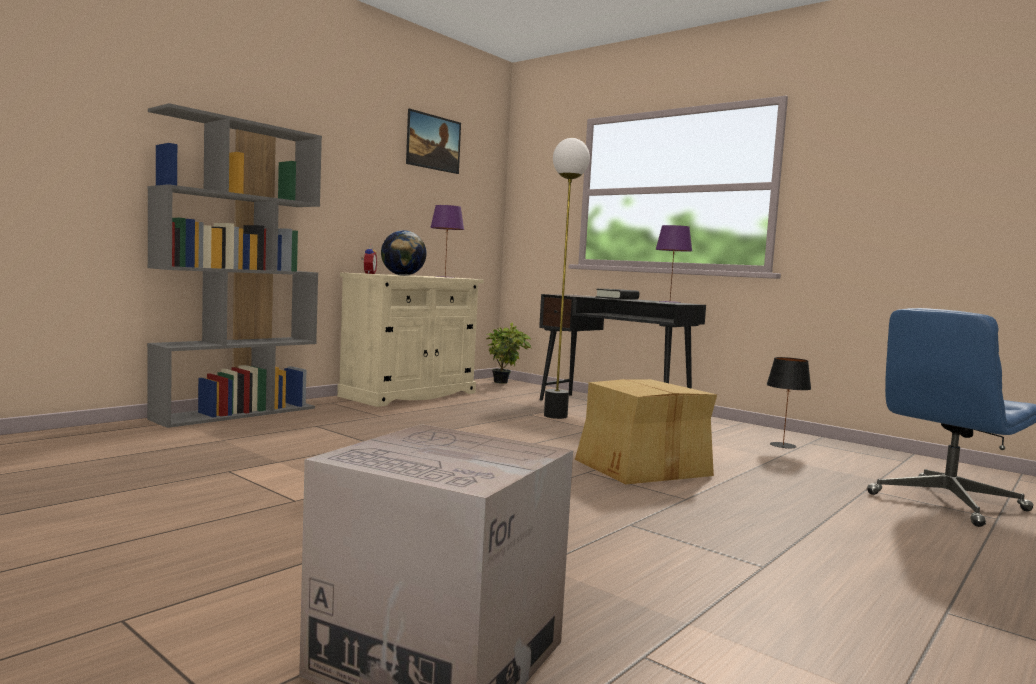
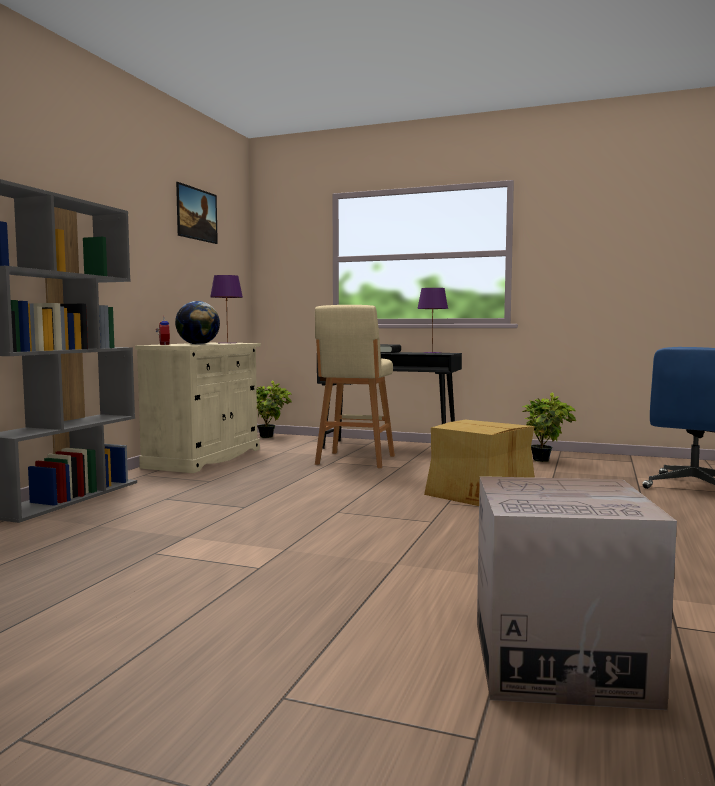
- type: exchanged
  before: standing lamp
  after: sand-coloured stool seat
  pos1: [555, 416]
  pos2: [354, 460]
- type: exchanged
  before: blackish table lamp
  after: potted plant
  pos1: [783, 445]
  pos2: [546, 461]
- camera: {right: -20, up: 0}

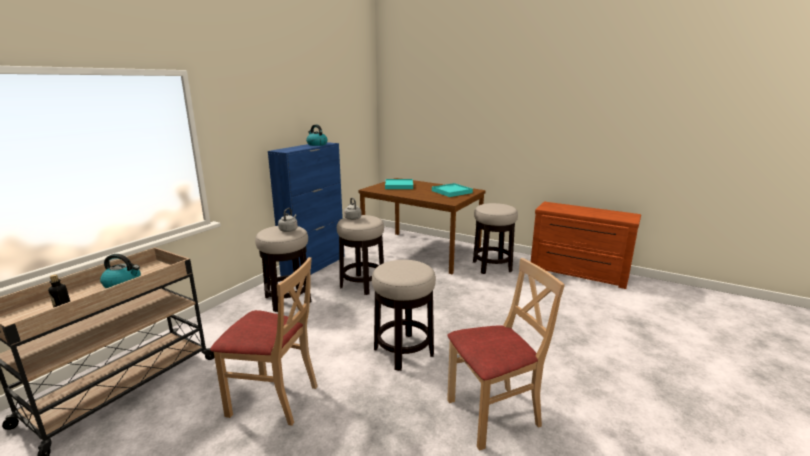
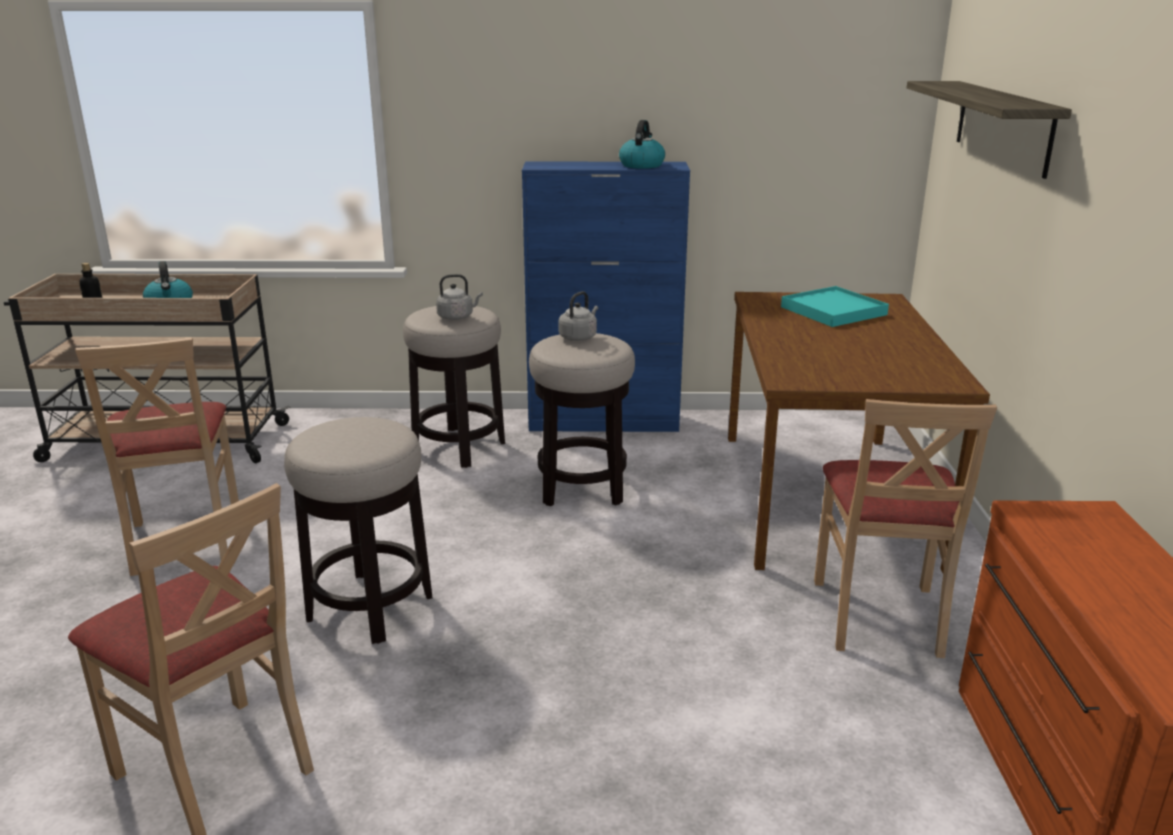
- type: missing
  before: turquoise serving tray
  pos1: [452, 192]
- type: exchanged
  before: stool seat
  after: sand-coloured upright chair
  pos1: [492, 267]
  pos2: [879, 616]
- type: appeared
  after: wall shelf
  pos2: [1003, 126]
- camera: {right: 60, up: 5}

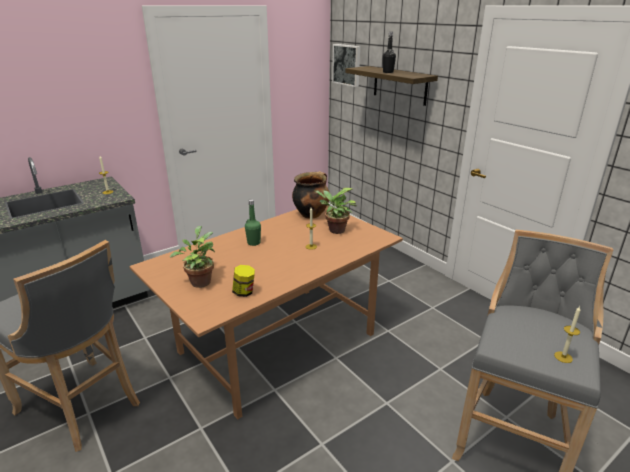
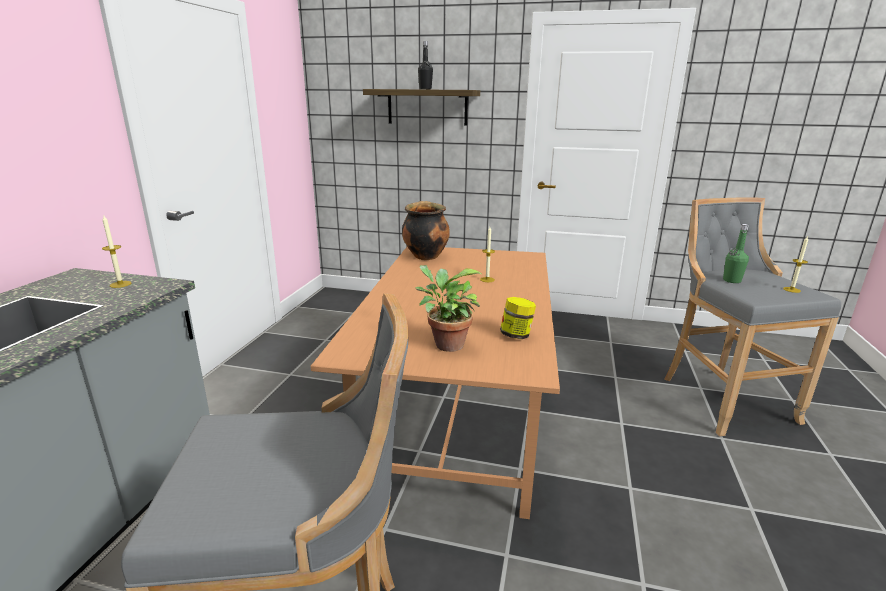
- type: missing
  before: wall art
  pos1: [347, 65]
- type: missing
  before: potted plant
  pos1: [334, 230]
- type: relocated
  before: greenish beverage bottle
  pos1: [254, 243]
  pos2: [731, 280]
- camera: {right: -40, up: -5}

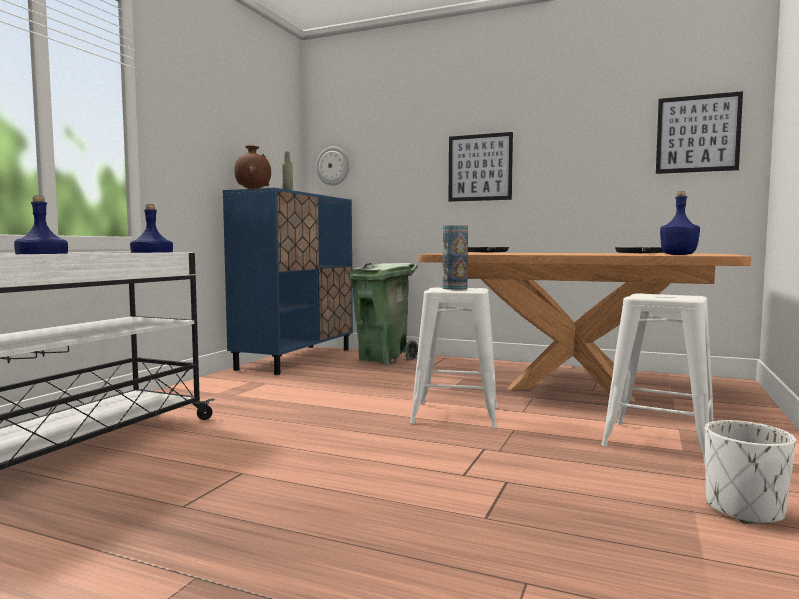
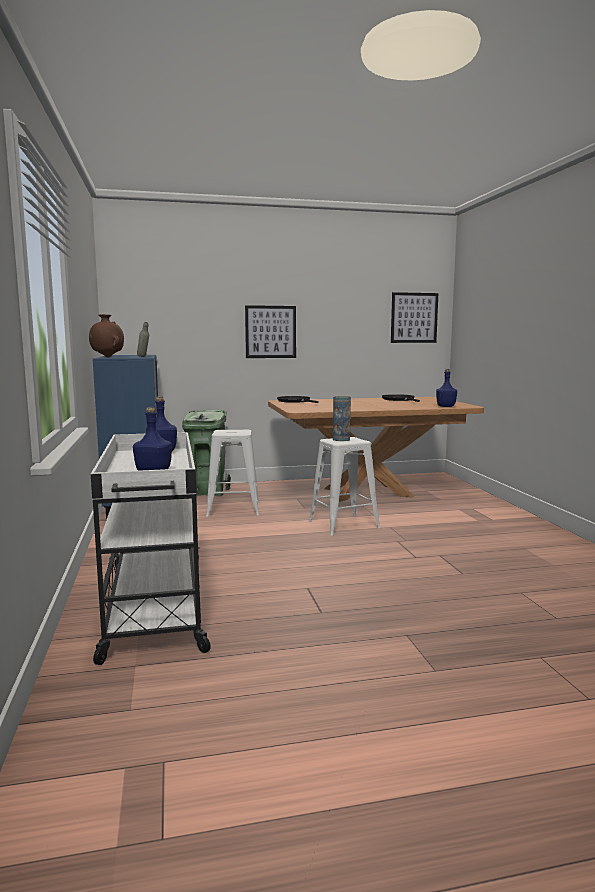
- type: missing
  before: wall clock
  pos1: [333, 166]
- type: relocated
  before: white stool seat
  pos1: [660, 442]
  pos2: [234, 509]
- type: missing
  before: white planter
  pos1: [744, 510]
- camera: {right: -35, up: 5}

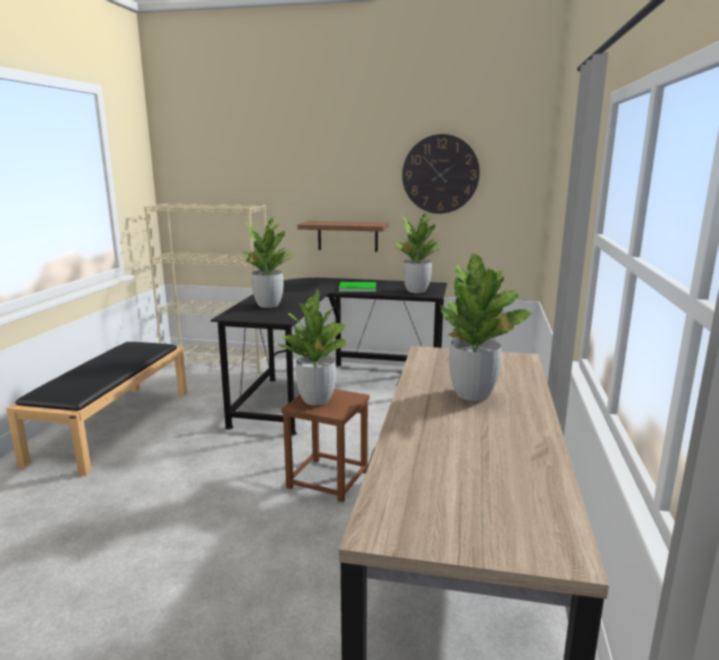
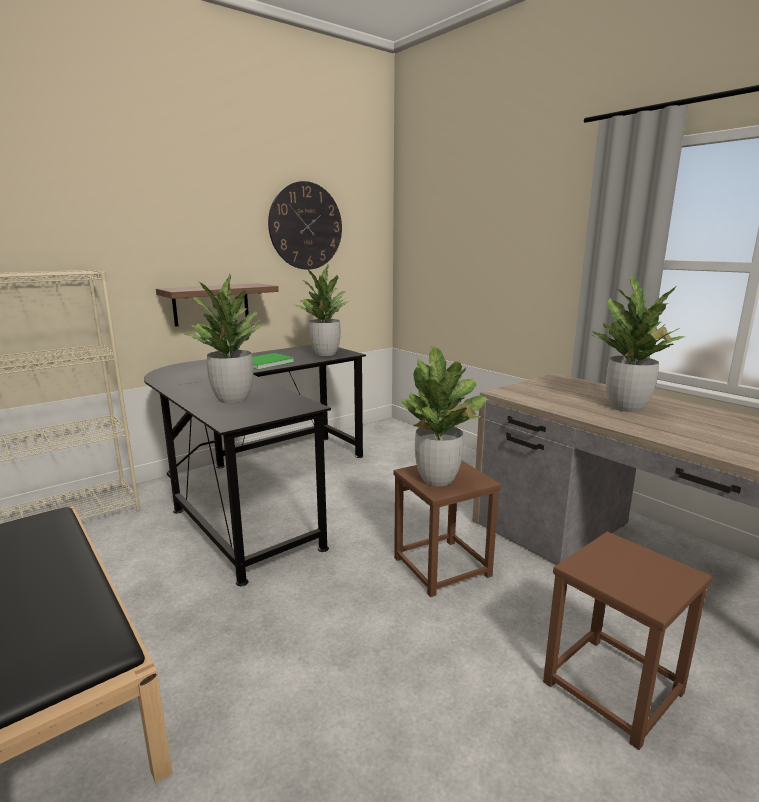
- type: appeared
  after: brown-coloured stool seat
  pos2: [611, 688]
- camera: {right: -50, up: 0}

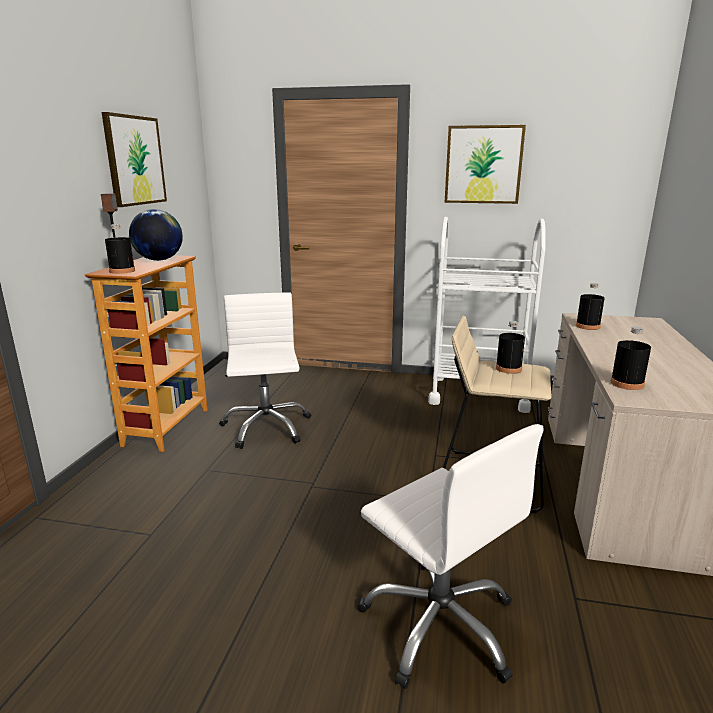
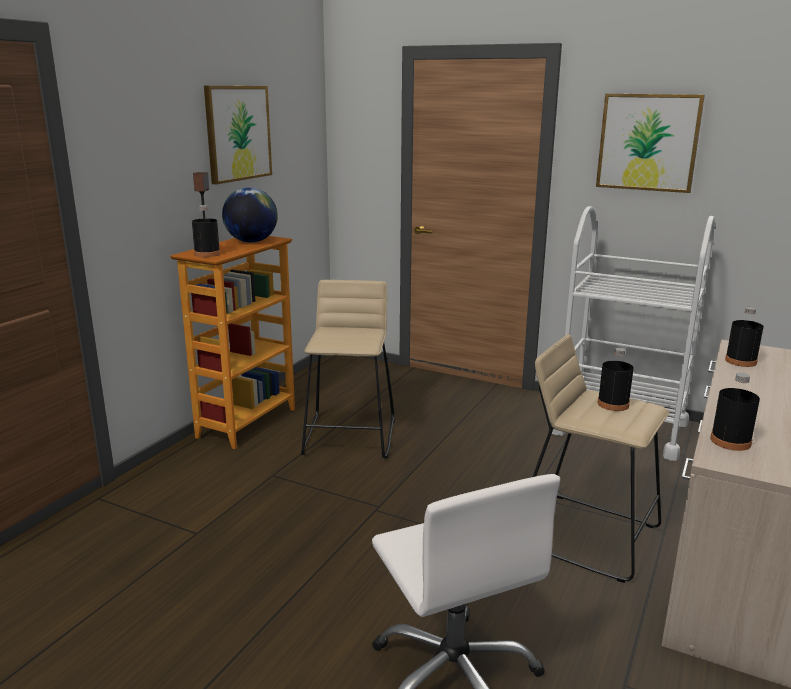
- type: exchanged
  before: white desk chair
  after: sand-coloured stool seat
  pos1: [266, 427]
  pos2: [350, 436]
- camera: {right: 15, up: 0}

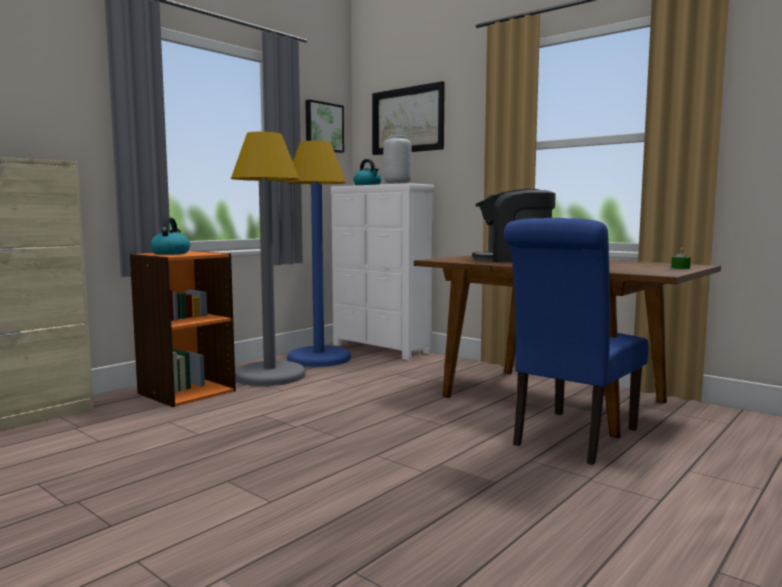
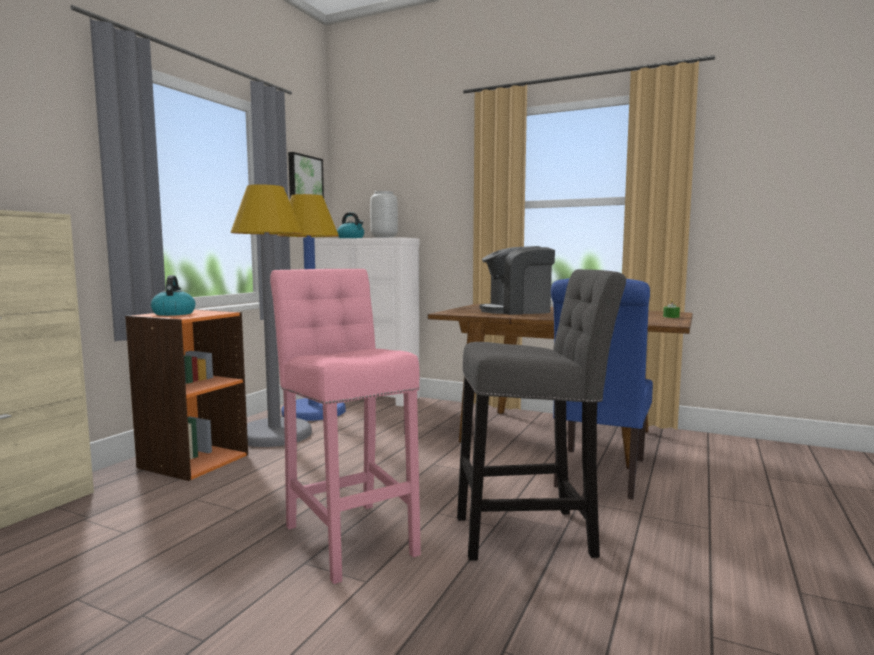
- type: missing
  before: wall art
  pos1: [407, 120]
- type: appeared
  after: pink stool seat
  pos2: [349, 535]
- type: appeared
  after: greyish stool seat
  pos2: [532, 535]
- camera: {right: -15, up: 0}

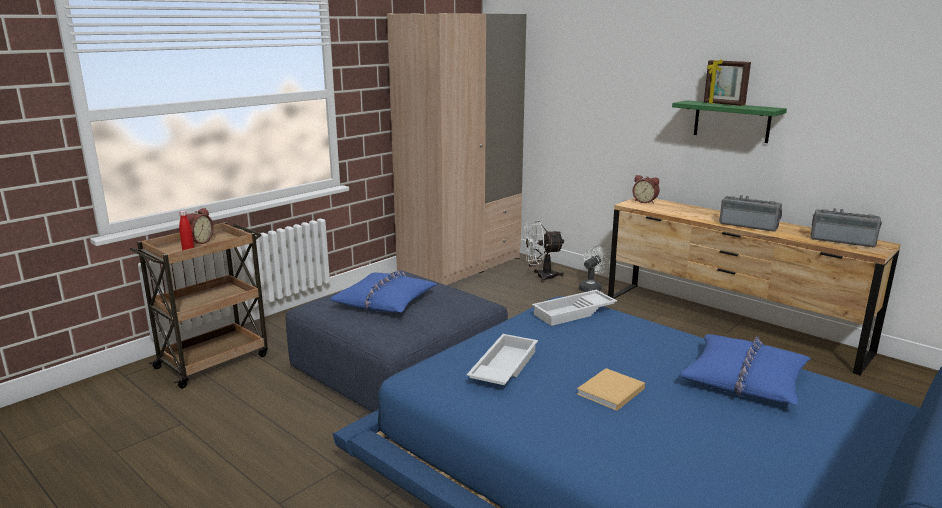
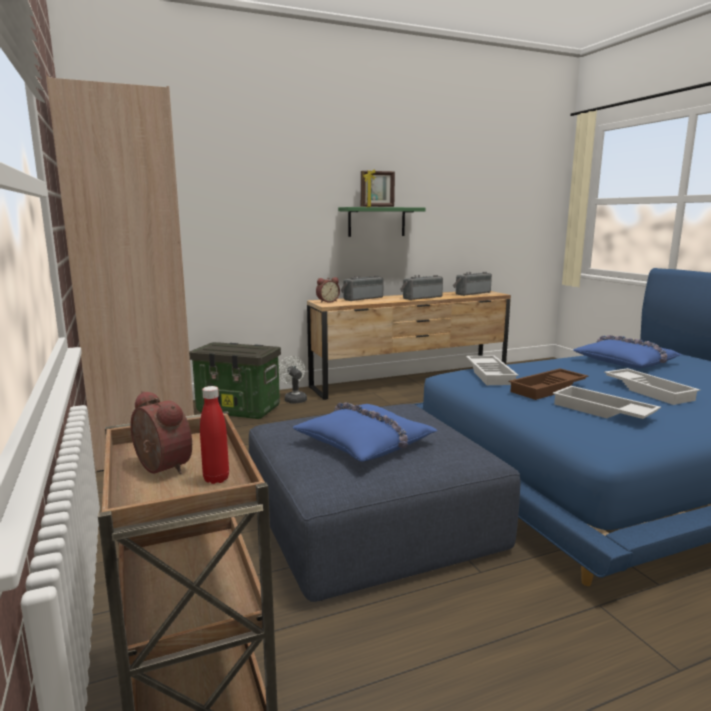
- type: exchanged
  before: white electric fan
  after: storage box
  pos1: [541, 277]
  pos2: [240, 409]
- type: exchanged
  before: sand-coloured bound book
  after: white serving tray
  pos1: [609, 392]
  pos2: [649, 391]
- type: appeared
  after: radio
  pos2: [362, 298]
- type: appeared
  after: brown-coloured serving tray
  pos2: [548, 389]
- camera: {right: -65, up: -5}

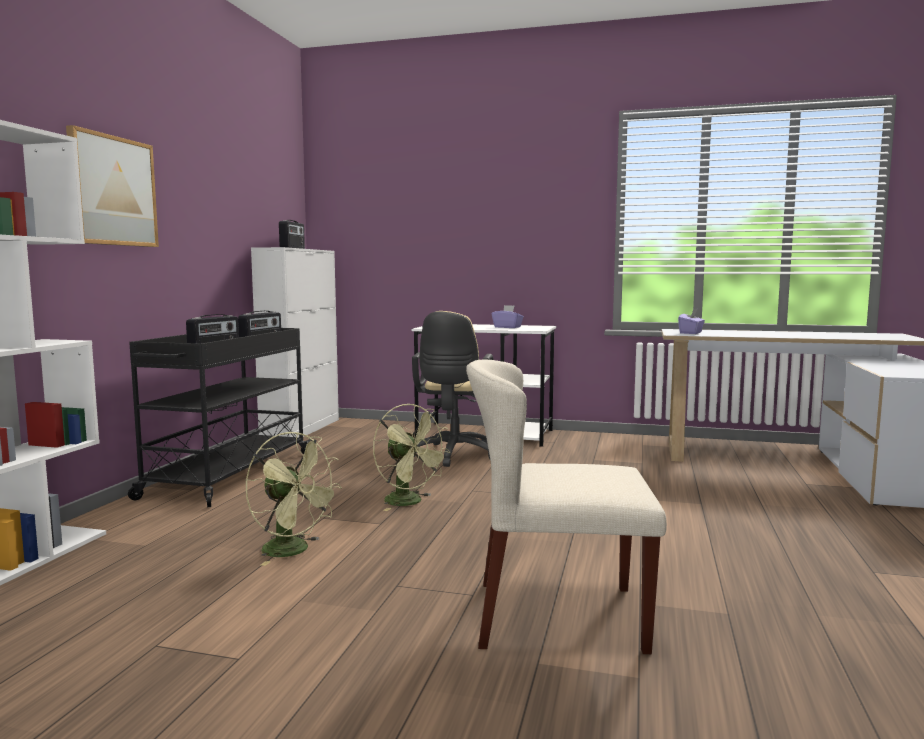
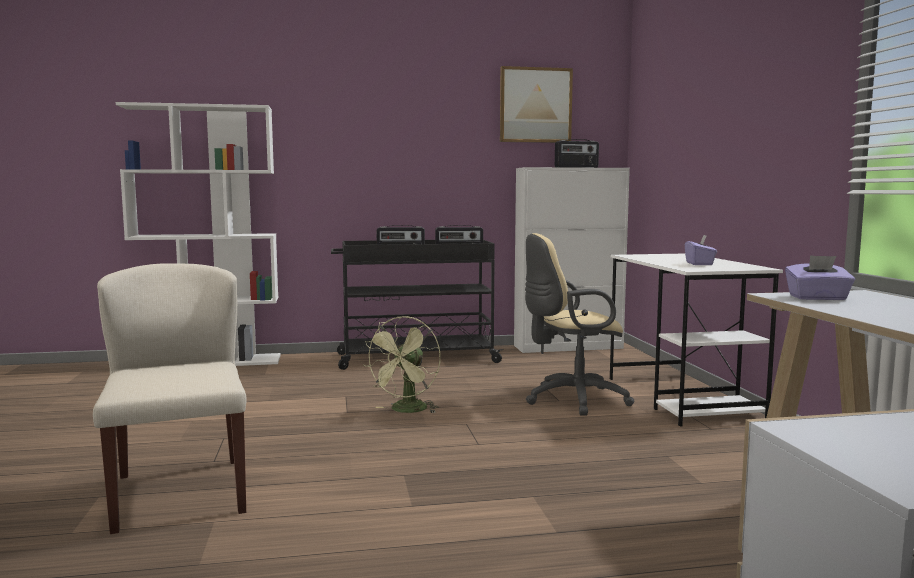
- type: relocated
  before: wall art
  pos1: [112, 191]
  pos2: [535, 105]
- type: missing
  before: greenish electric fan
  pos1: [294, 551]
- camera: {right: 65, up: 0}

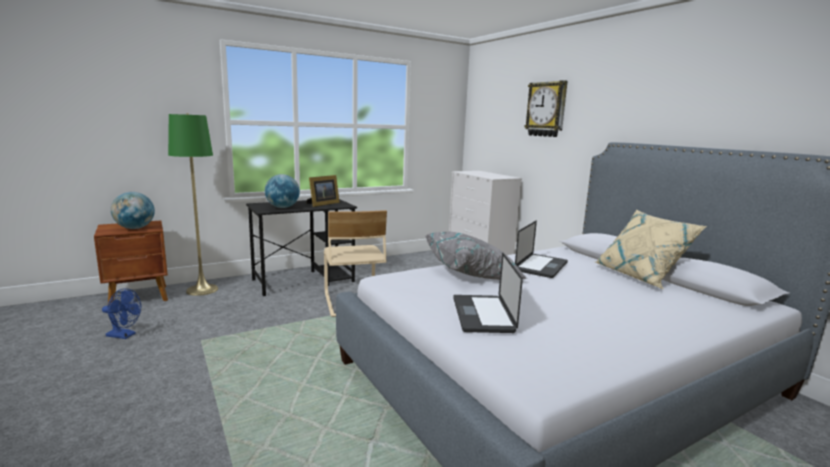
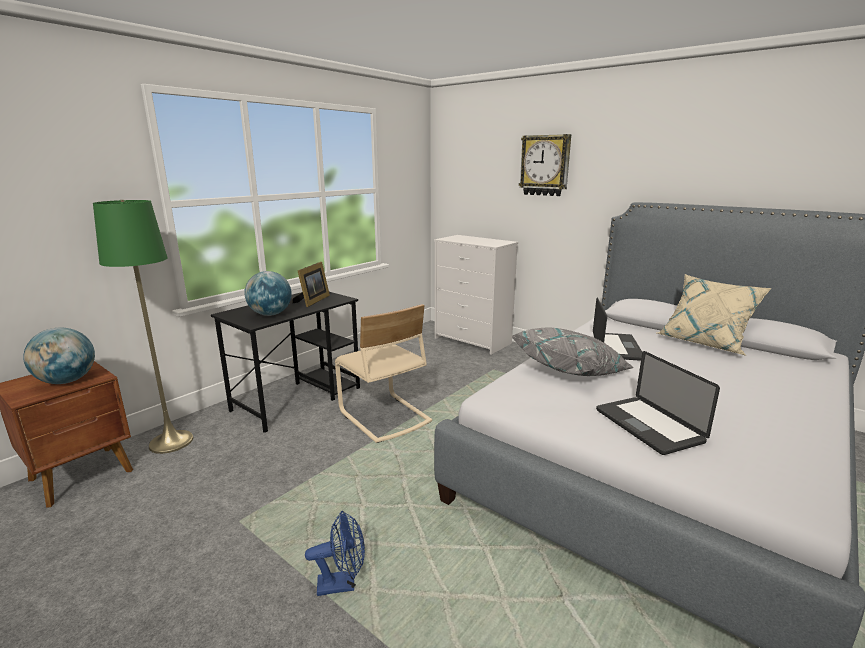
- type: relocated
  before: blue electric fan
  pos1: [124, 335]
  pos2: [342, 584]
- camera: {right: -20, up: 5}

